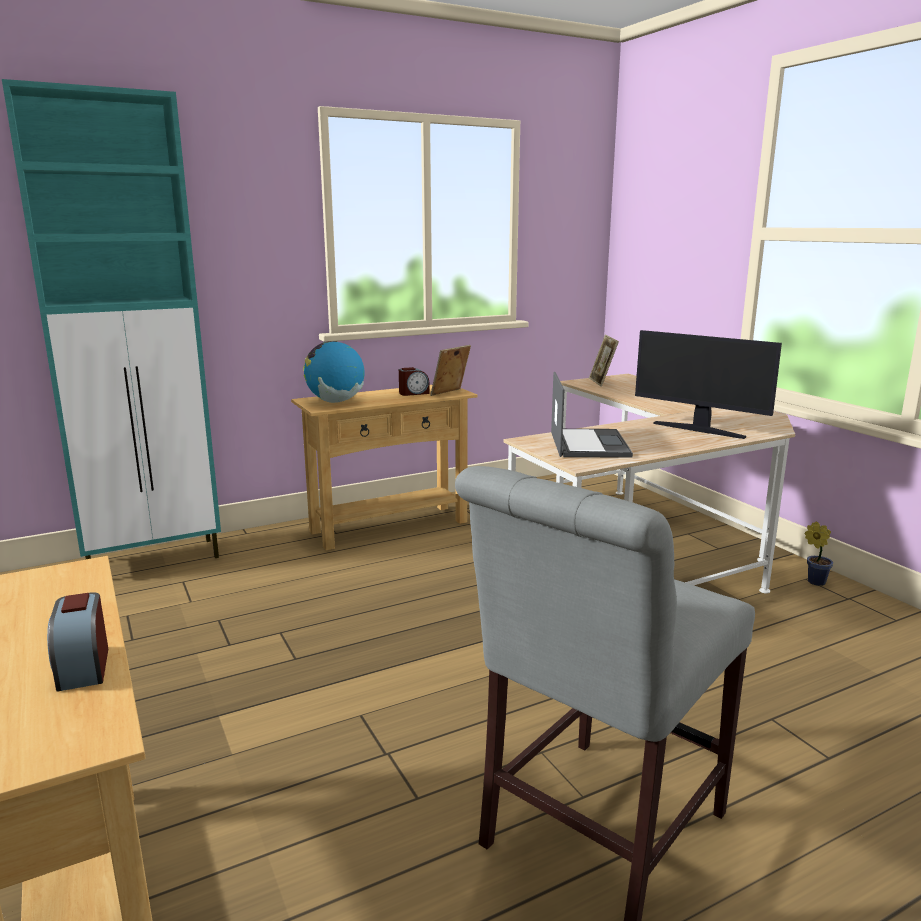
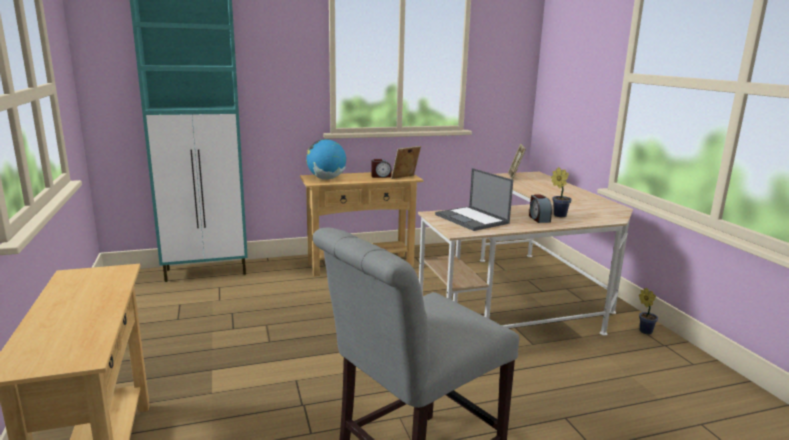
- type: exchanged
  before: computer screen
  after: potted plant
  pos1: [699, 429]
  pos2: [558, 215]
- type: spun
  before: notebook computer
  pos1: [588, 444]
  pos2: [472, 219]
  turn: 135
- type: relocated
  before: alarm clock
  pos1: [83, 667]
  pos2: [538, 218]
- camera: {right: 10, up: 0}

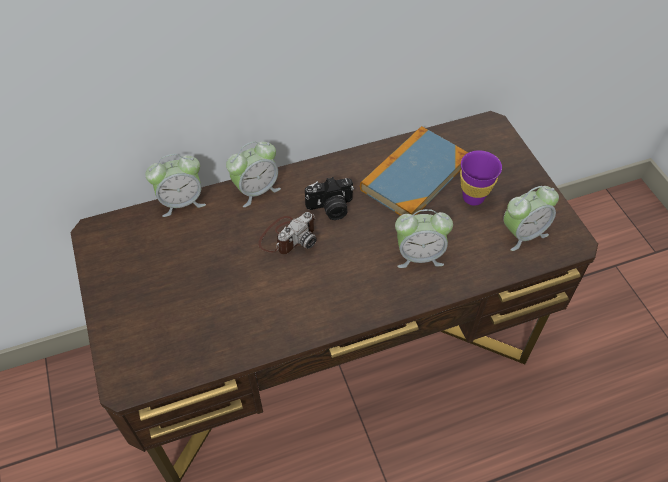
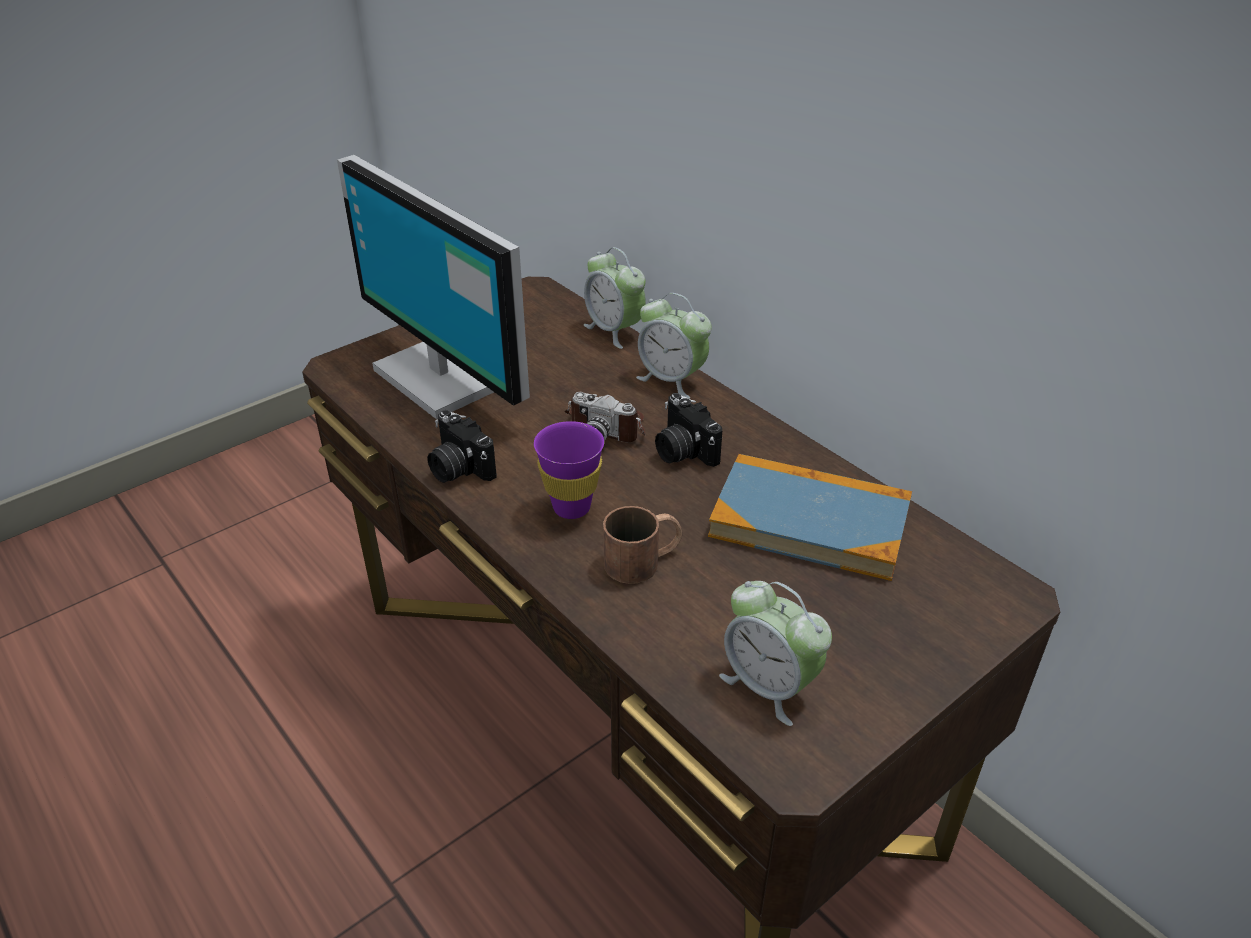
- type: relocated
  before: purple drinking cup
  pos1: [473, 197]
  pos2: [571, 507]
- type: exchanged
  before: alarm clock
  after: brown-coloured coffee mug
  pos1: [419, 256]
  pos2: [643, 560]
- type: appeared
  after: computer screen
  pos2: [445, 375]
- type: appeared
  after: photo camera
  pos2: [458, 468]
- camera: {right: 70, up: -15}

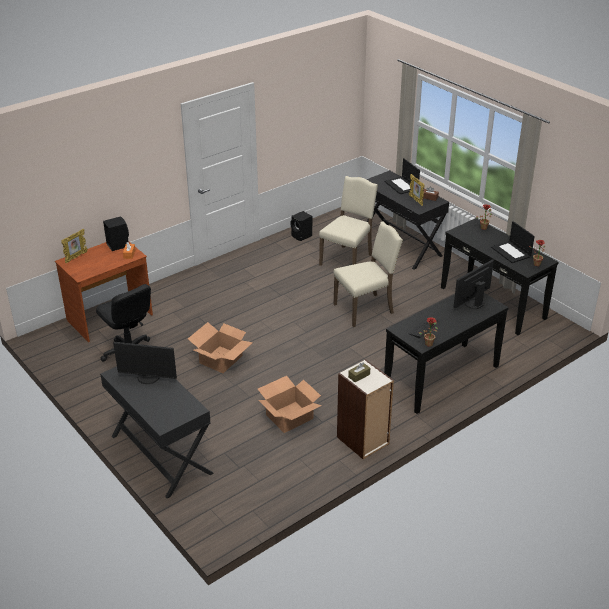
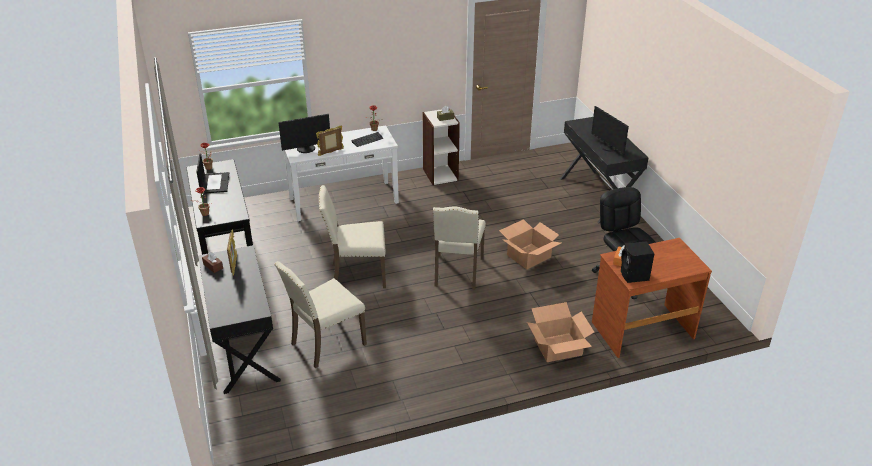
- type: missing
  before: notebook computer
  pos1: [402, 185]
- type: missing
  before: blackish speaker
  pos1: [302, 236]
- type: relocated
  before: standing frame
  pos1: [76, 257]
  pos2: [331, 152]
- type: colour
  before: blackish hall table
  after: white hall table
  pos1: [442, 377]
  pos2: [343, 200]
- type: spun
  before: computer screen
  pos1: [148, 378]
  pos2: [608, 147]
  turn: -150
- type: relocated
  before: carton
  pos1: [289, 417]
  pos2: [558, 347]
- type: appeared
  after: sand-coloured upright chair
  pos2: [457, 273]
- camera: {right: -160, up: 0}

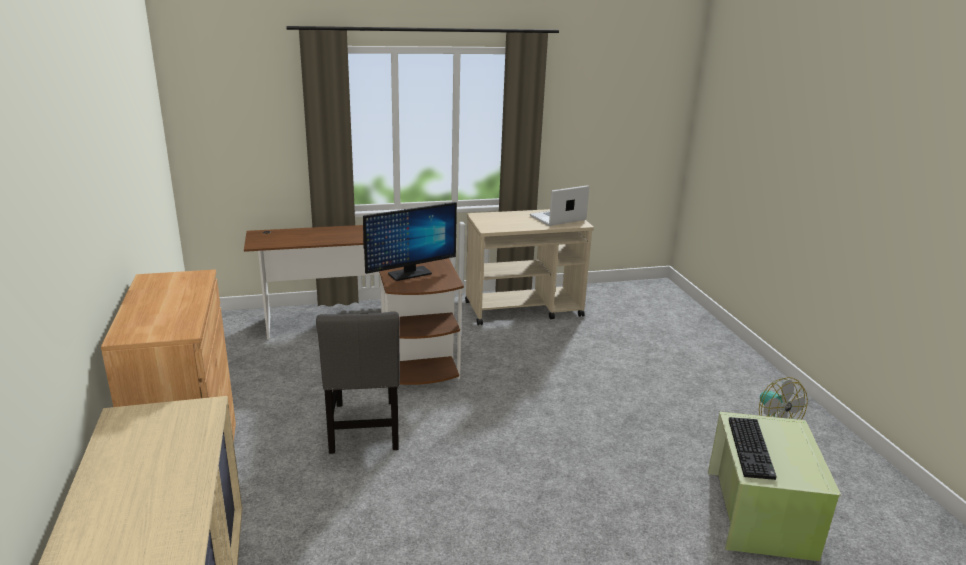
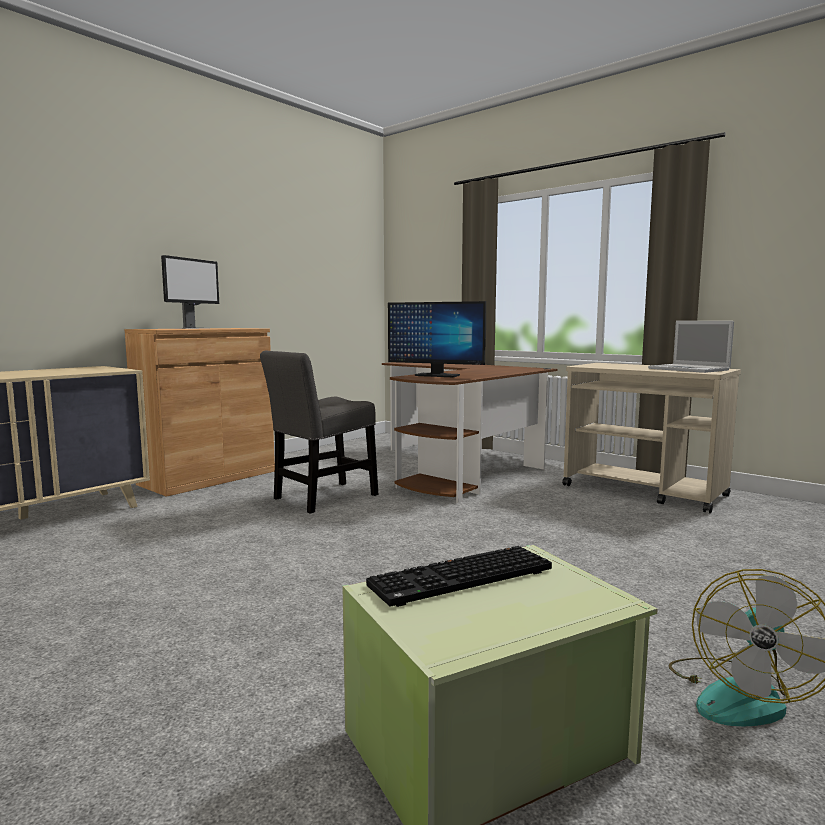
- type: spun
  before: notebook computer
  pos1: [557, 218]
  pos2: [690, 369]
  turn: -150
- type: appeared
  after: computer screen
  pos2: [193, 328]
- camera: {right: 55, up: -15}

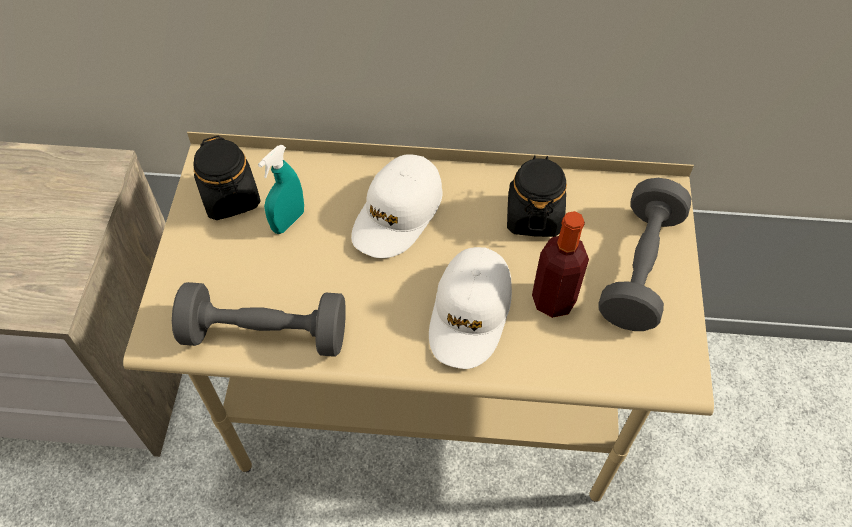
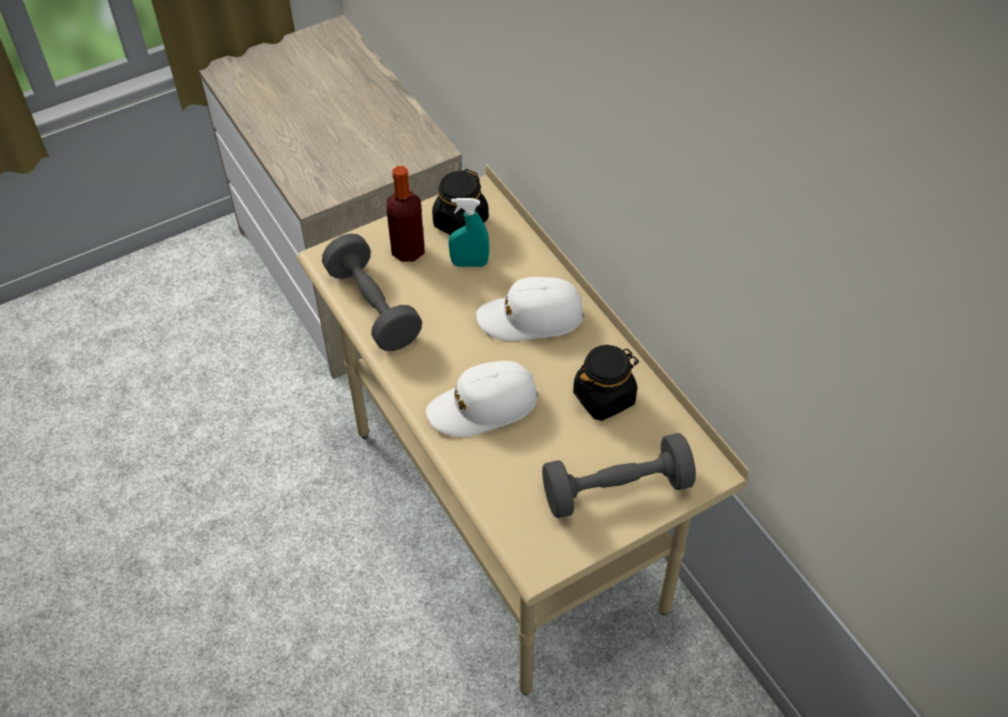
- type: relocated
  before: beverage bottle
  pos1: [553, 300]
  pos2: [408, 251]
- camera: {right: 55, up: -5}

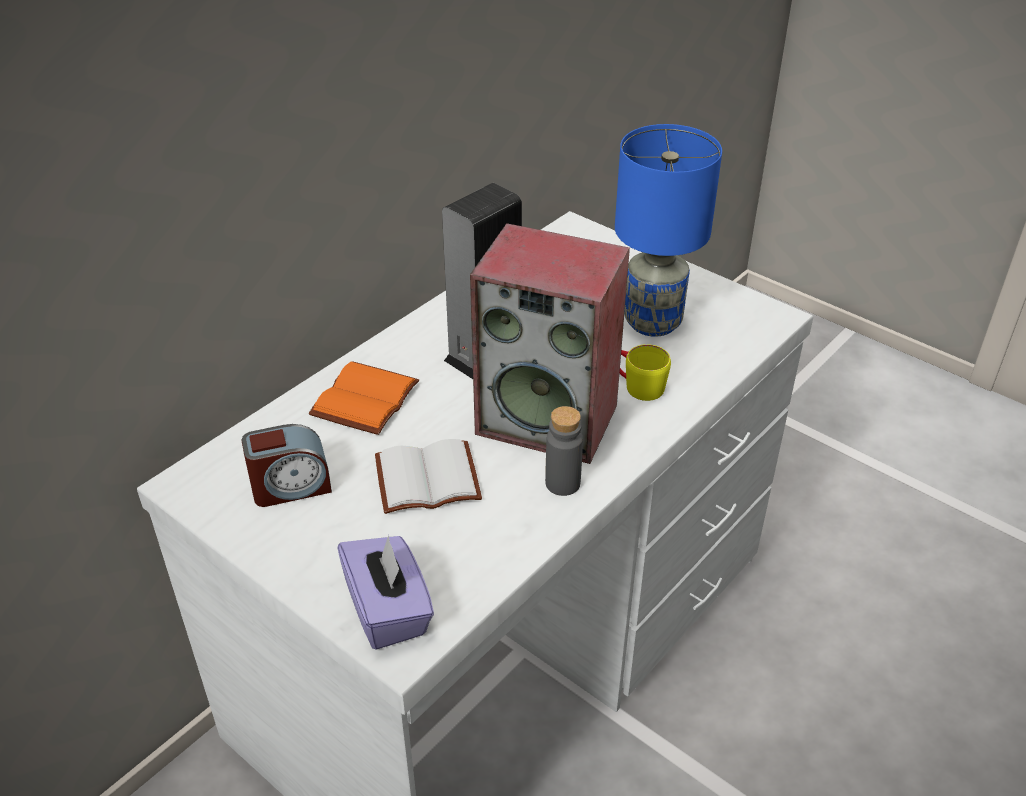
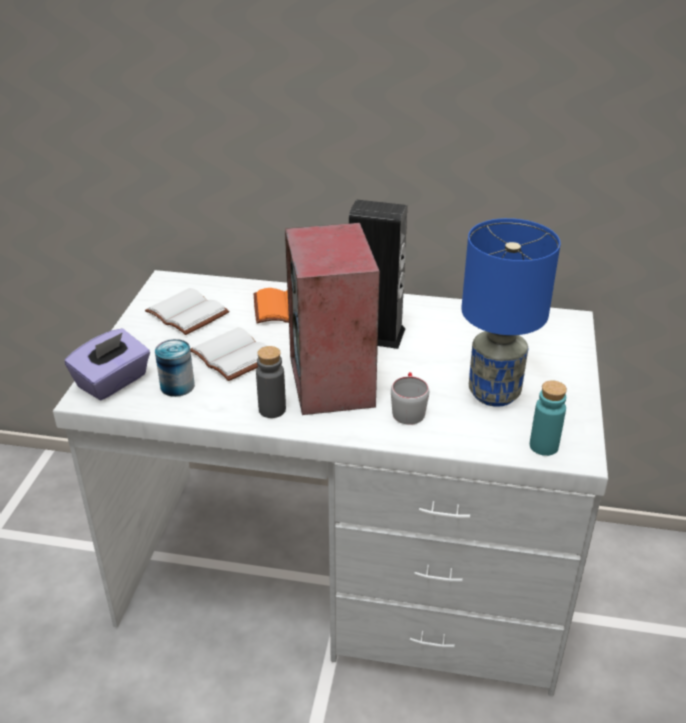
- type: colour
  before: yellowish coffee mug
  after: greyish coffee mug
  pos1: [636, 385]
  pos2: [408, 409]
- type: exchanged
  before: alarm clock
  after: white bound book
  pos1: [291, 487]
  pos2: [189, 313]
- type: appeared
  after: sealed can
  pos2: [177, 386]
- type: appeared
  after: turquoise beverage bottle
  pos2: [543, 446]
- camera: {right: 60, up: -5}

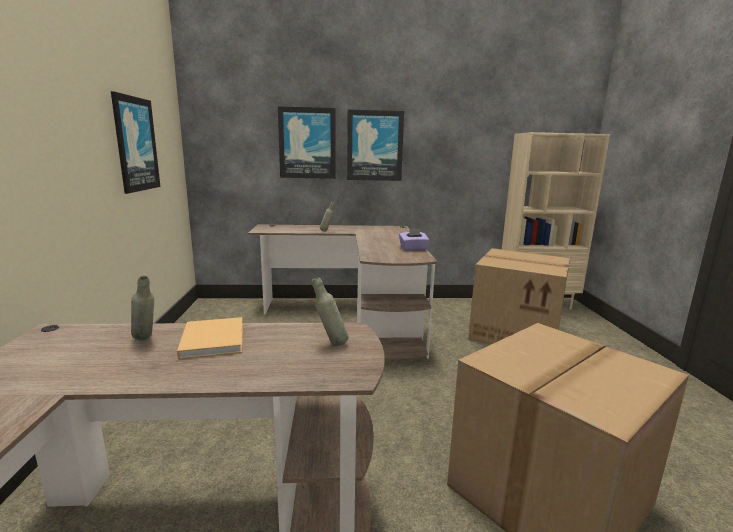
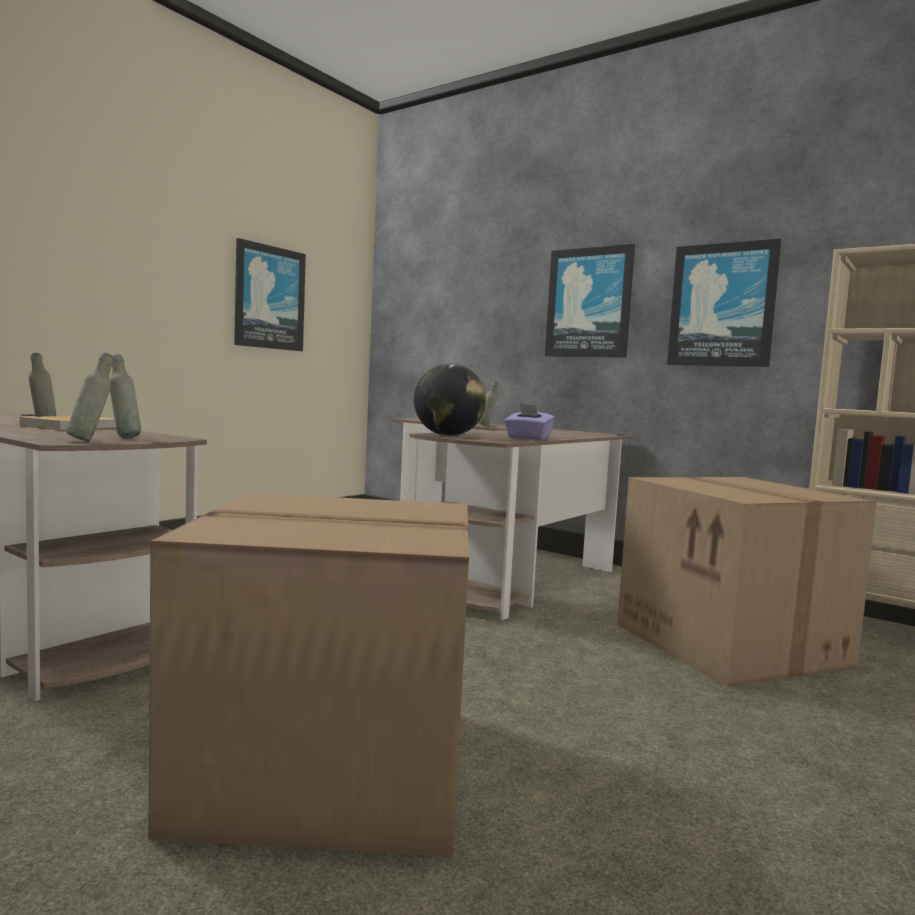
- type: relocated
  before: wall art
  pos1: [307, 143]
  pos2: [722, 305]
- type: appeared
  after: greyish beverage bottle
  pos2: [90, 440]
- type: appeared
  after: globe
  pos2: [448, 435]
- camera: {right: 40, up: -10}

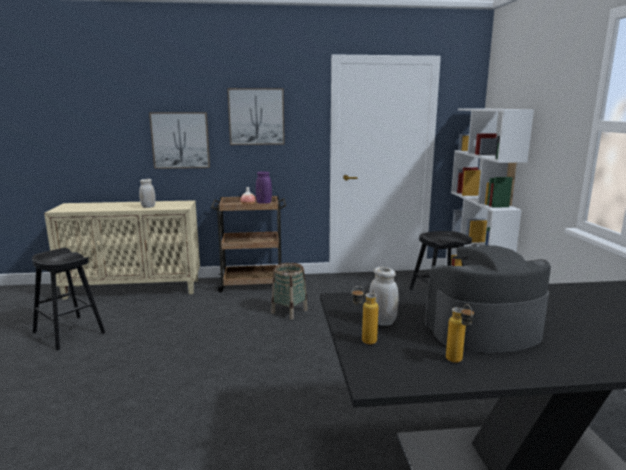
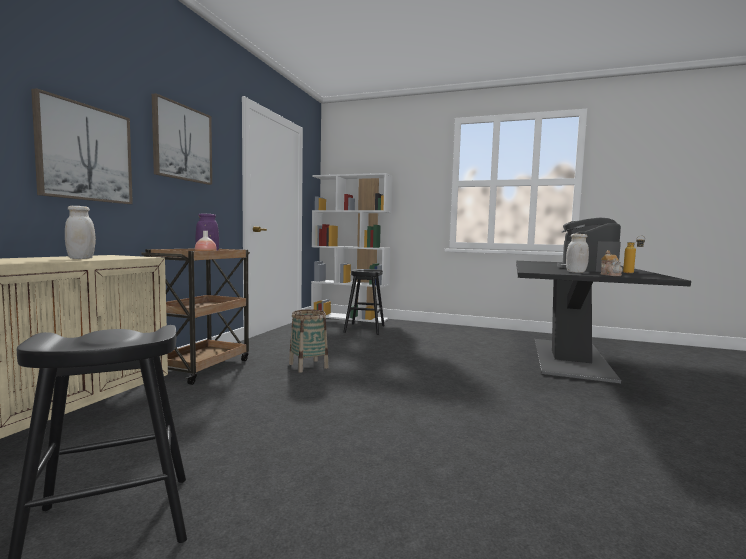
- type: exchanged
  before: beverage bottle
  after: tea pot
  pos1: [363, 342]
  pos2: [610, 275]
- camera: {right: -65, up: -10}

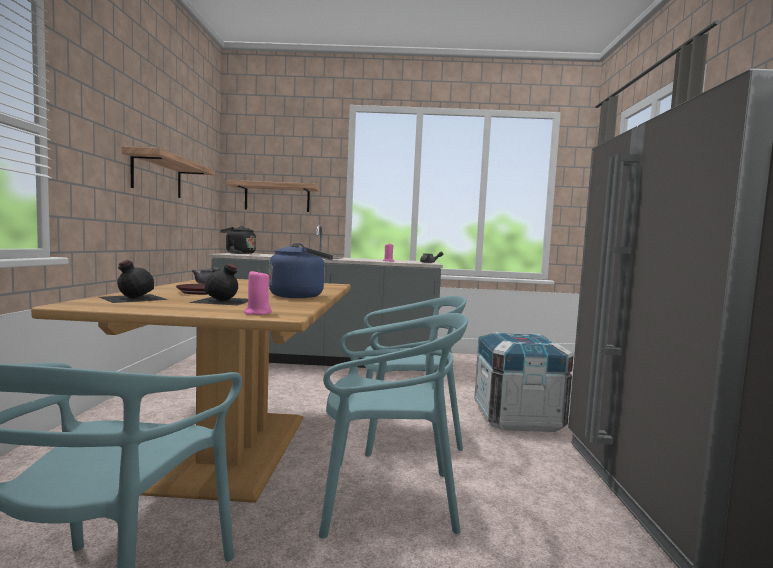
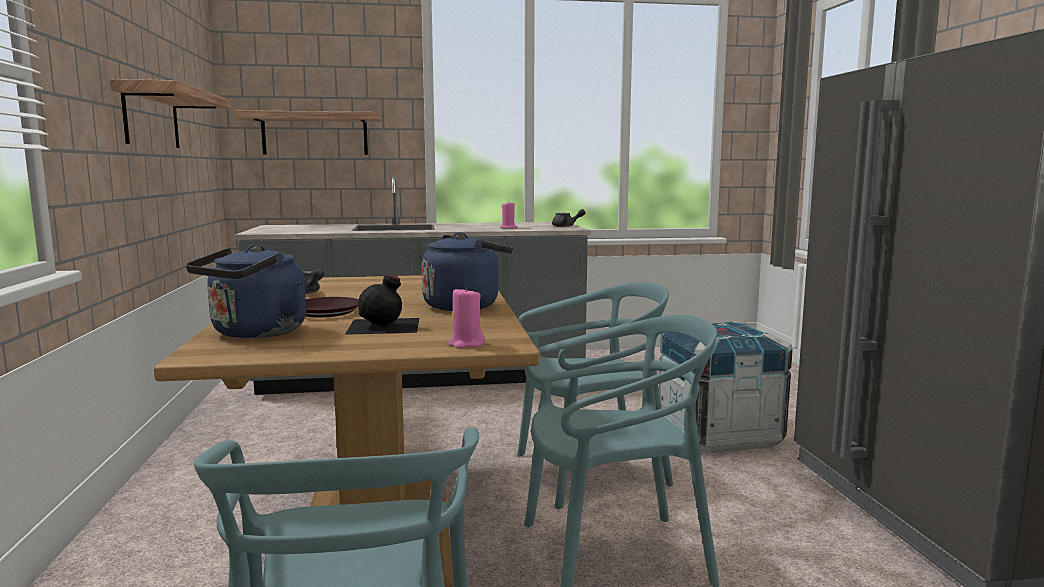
- type: missing
  before: blackish tea kettle
  pos1: [238, 253]
- type: exchanged
  before: blackish beverage bottle
  after: blue tea kettle
  pos1: [132, 298]
  pos2: [255, 333]
- camera: {right: -10, up: 5}

